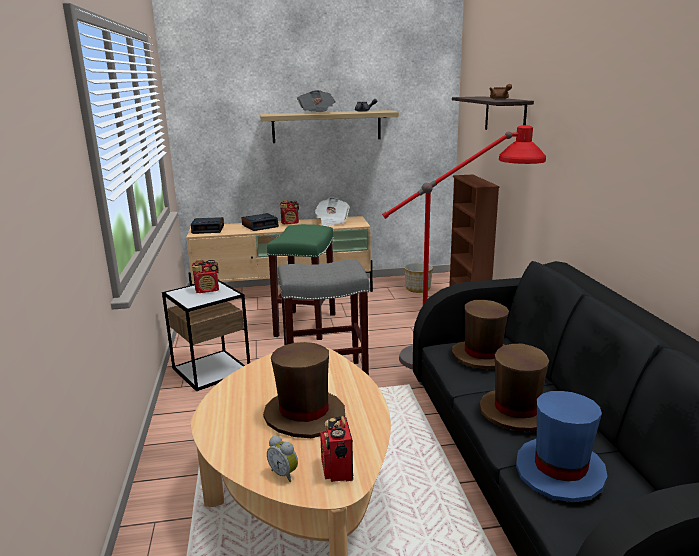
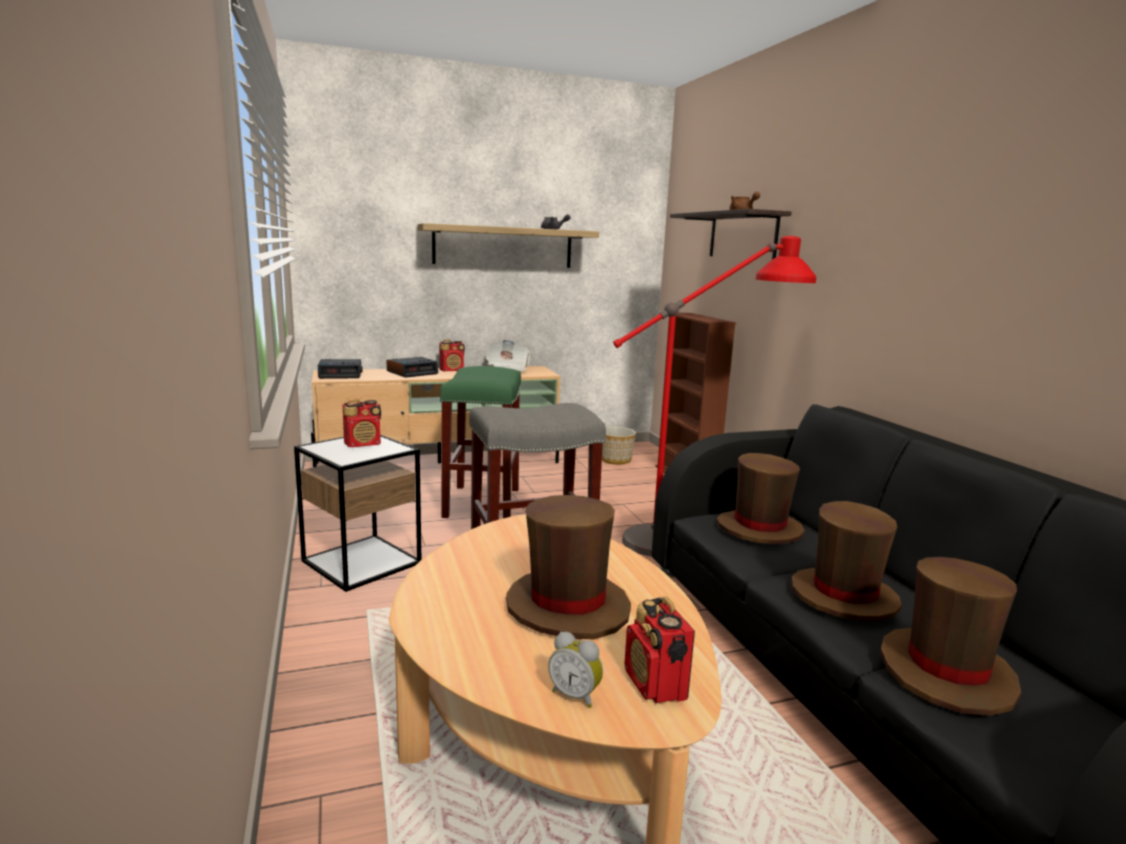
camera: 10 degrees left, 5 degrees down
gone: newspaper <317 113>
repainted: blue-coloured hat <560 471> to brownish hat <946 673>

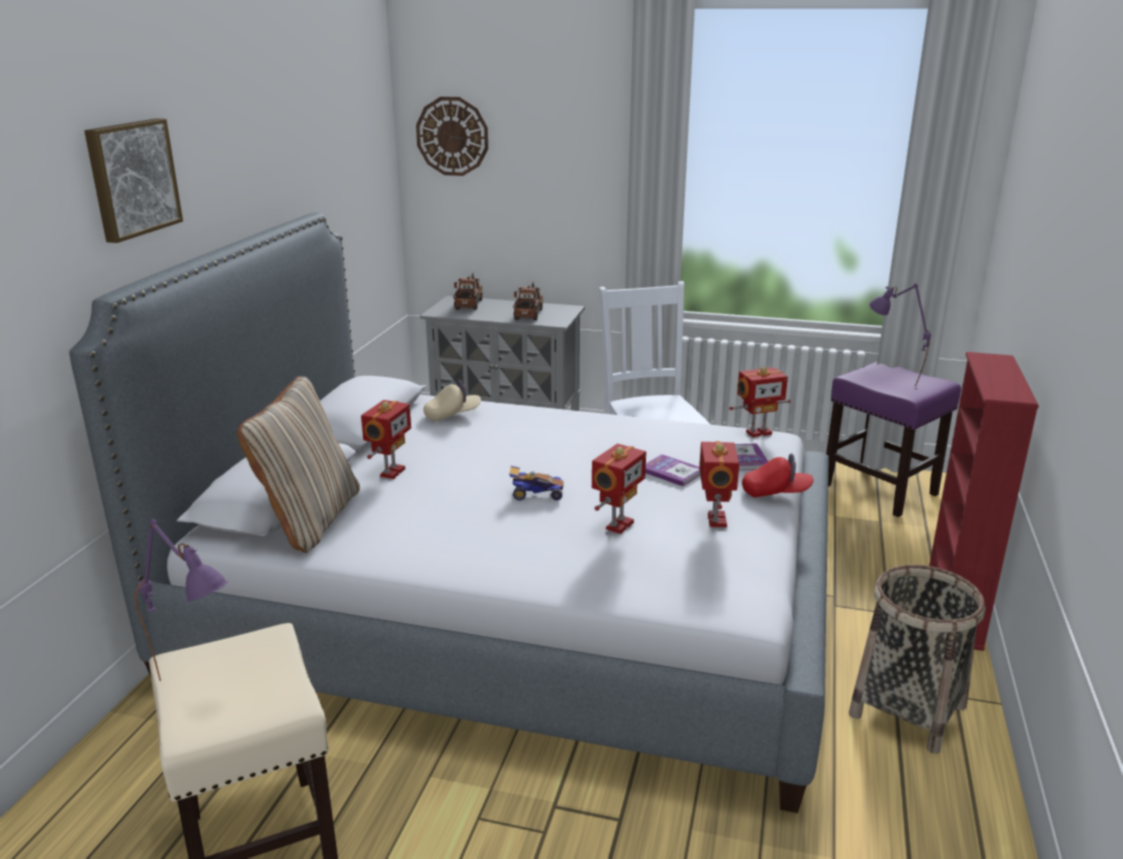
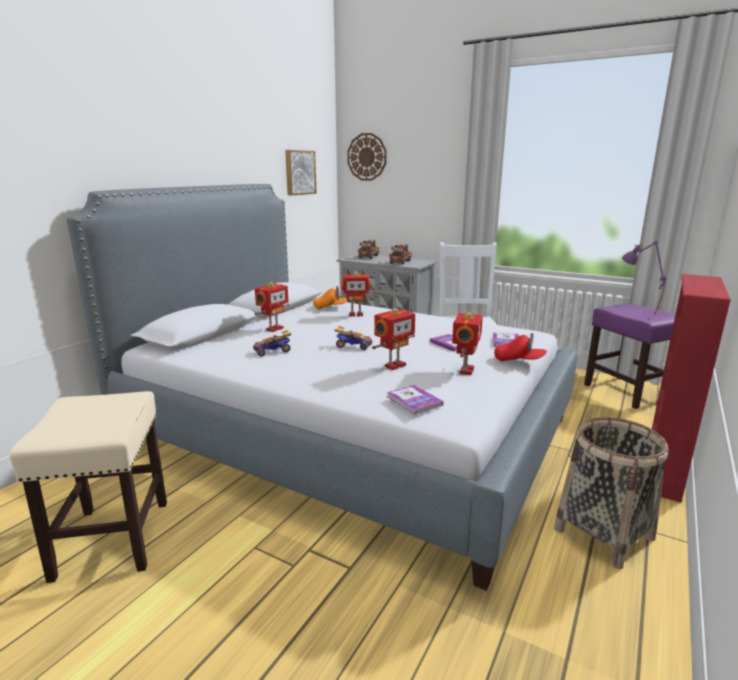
camera: 15 degrees right, 5 degrees down
gone: purplish lamp for a table <199 687>; sand-coloured throw pillow <310 519>
new: model car <273 351>; book <414 401>
shifted: wall picture <131 178> to <299 172>; robot figure <758 432> to <356 314>
repainted: sand-coloured cap <452 415> to orange-coloured cap <331 307>

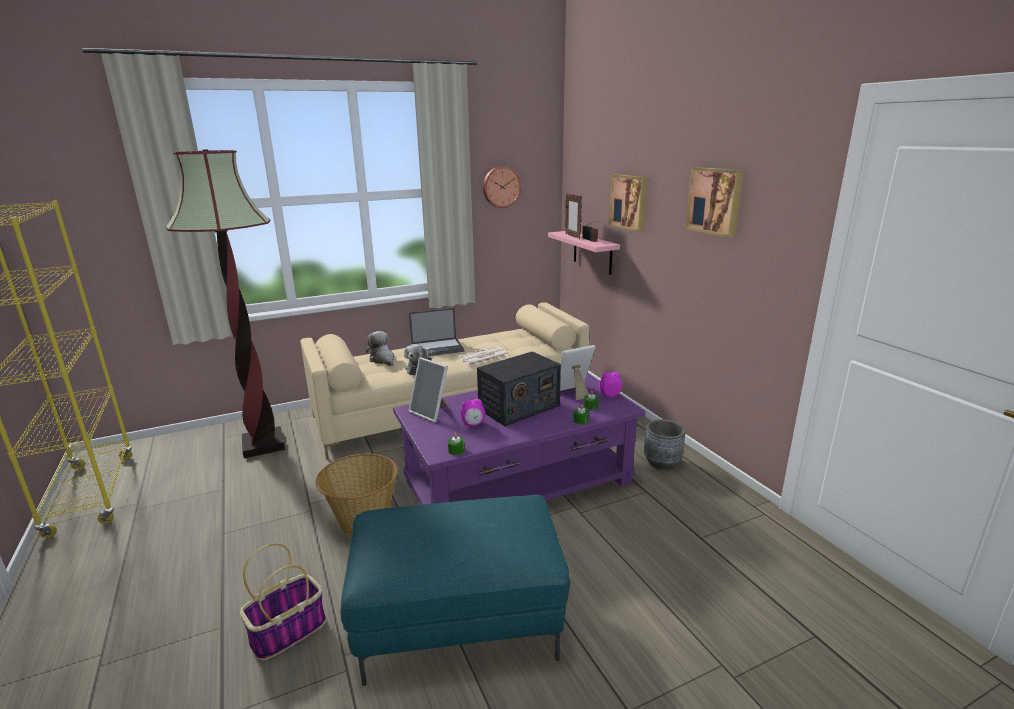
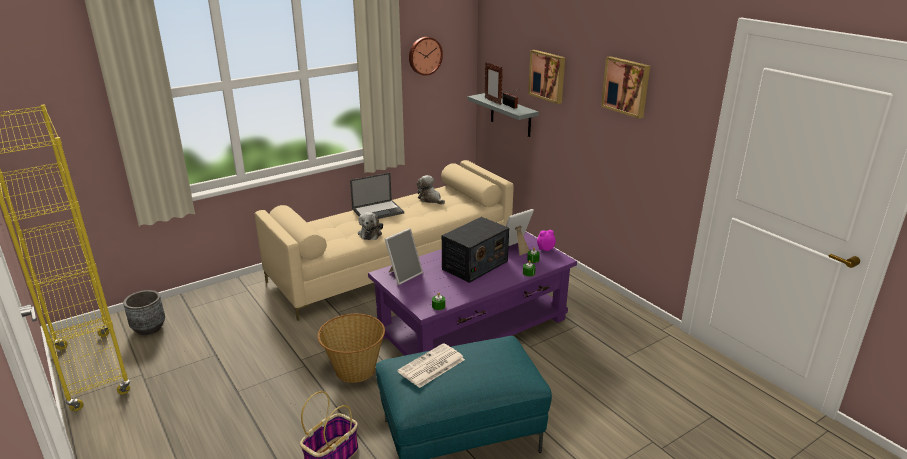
camera: 10 degrees left, 5 degrees up
gone: standard lamp <263 445>; alarm clock <473 424>
shifted: grey plant pot <662 463> to <149 328>; newspaper <482 356> to <431 366>; cuddly toy <383 360> to <430 199>
repainted: pink-coloured wall shelf <592 252> to grey wall shelf <510 115>
rotated: photo frame <431 412> = <403 275> 75 degrees counterclockwise

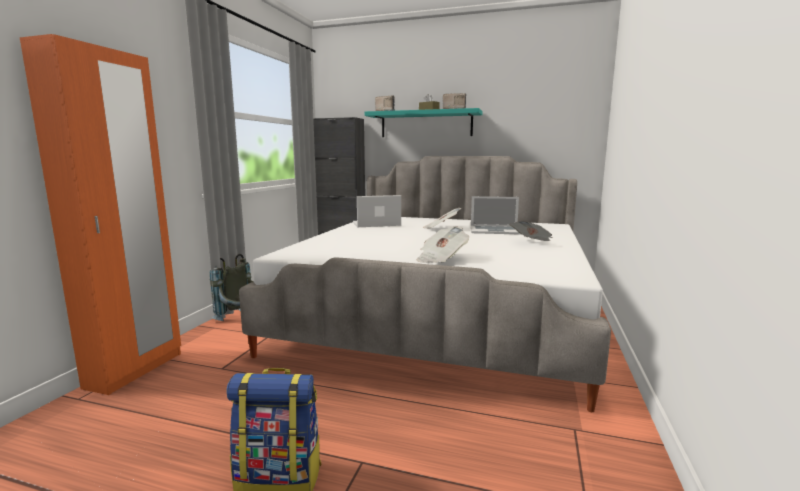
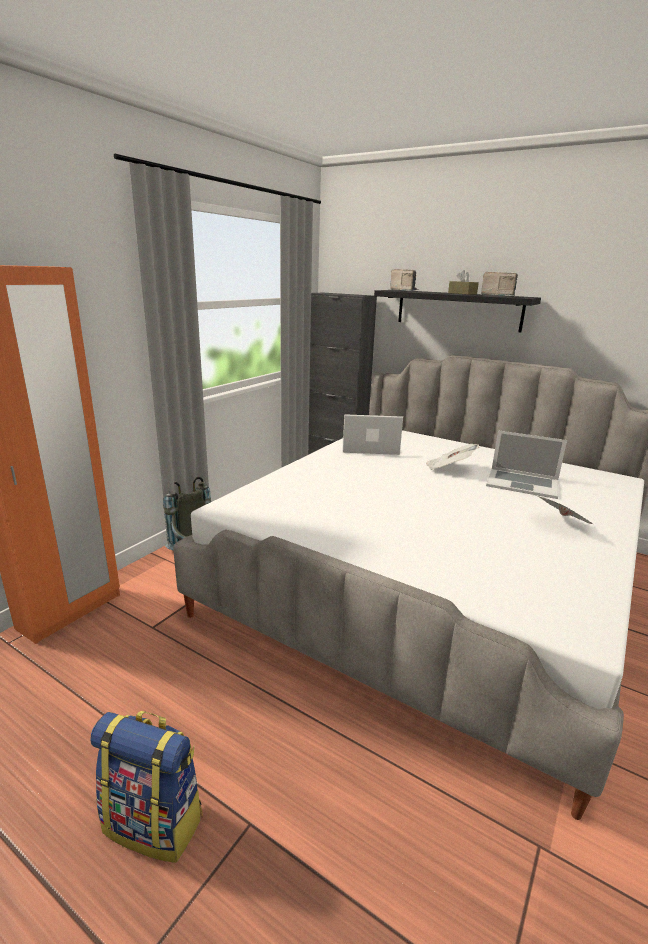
camera: 15 degrees right, 10 degrees up
gone: newspaper <441 259>
repainted: turquoise wall shelf <426 124> to black-coloured wall shelf <458 310>

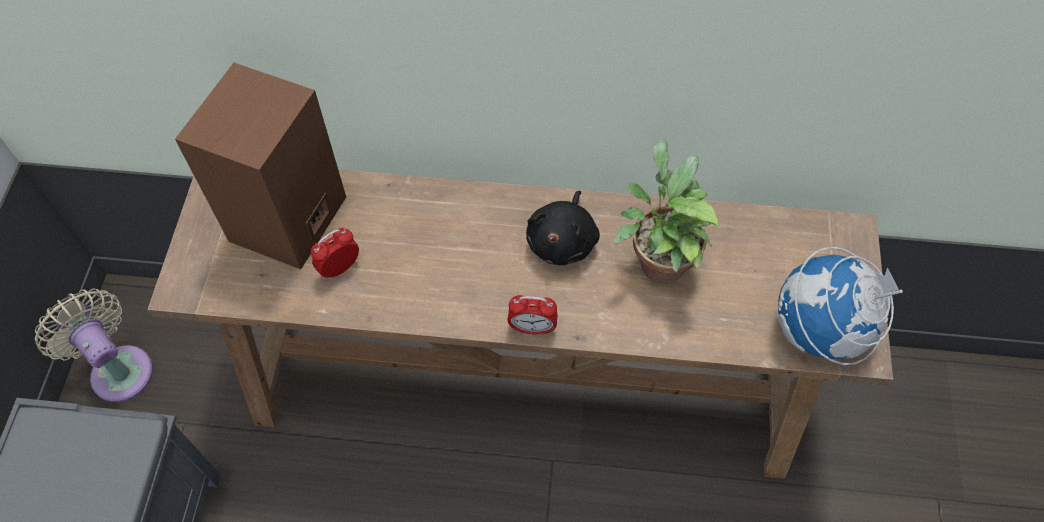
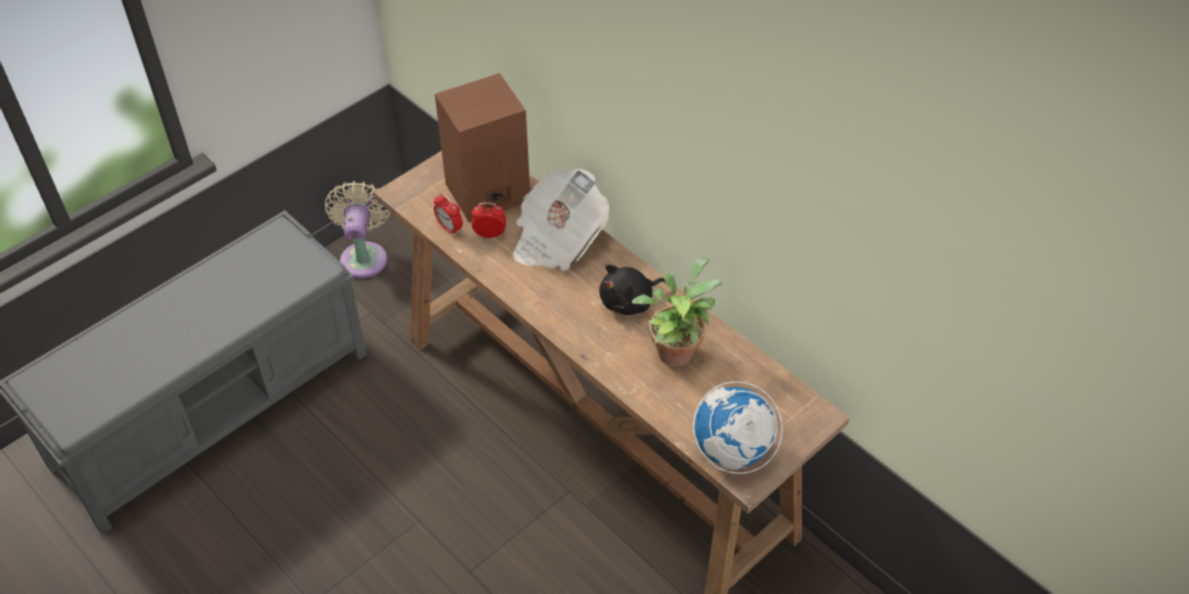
camera: 40 degrees right, 10 degrees down
new: newspaper <557 239>
shifted: alarm clock <532 328> to <449 228>

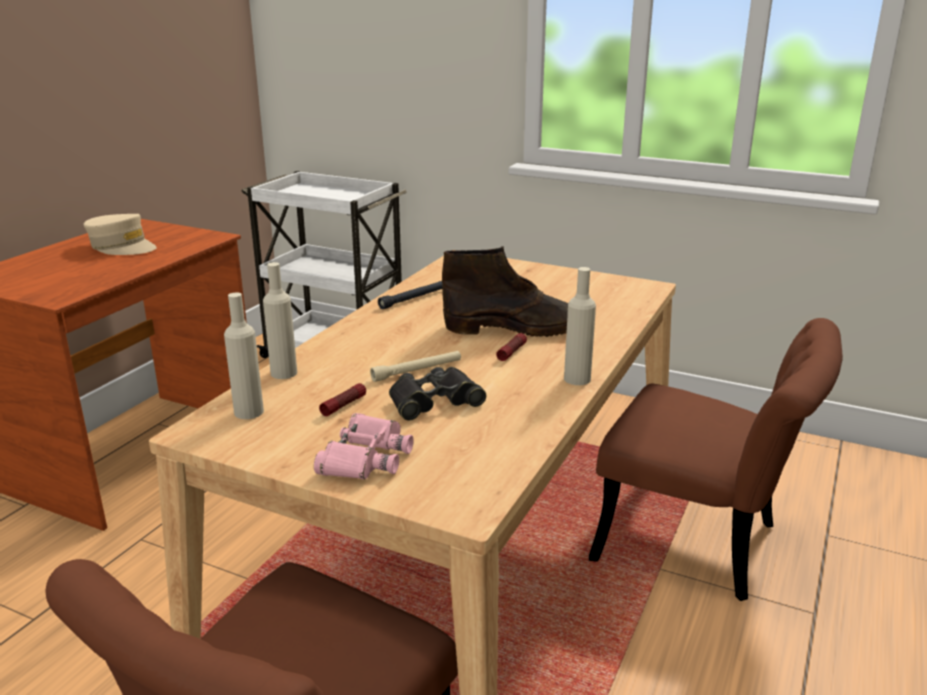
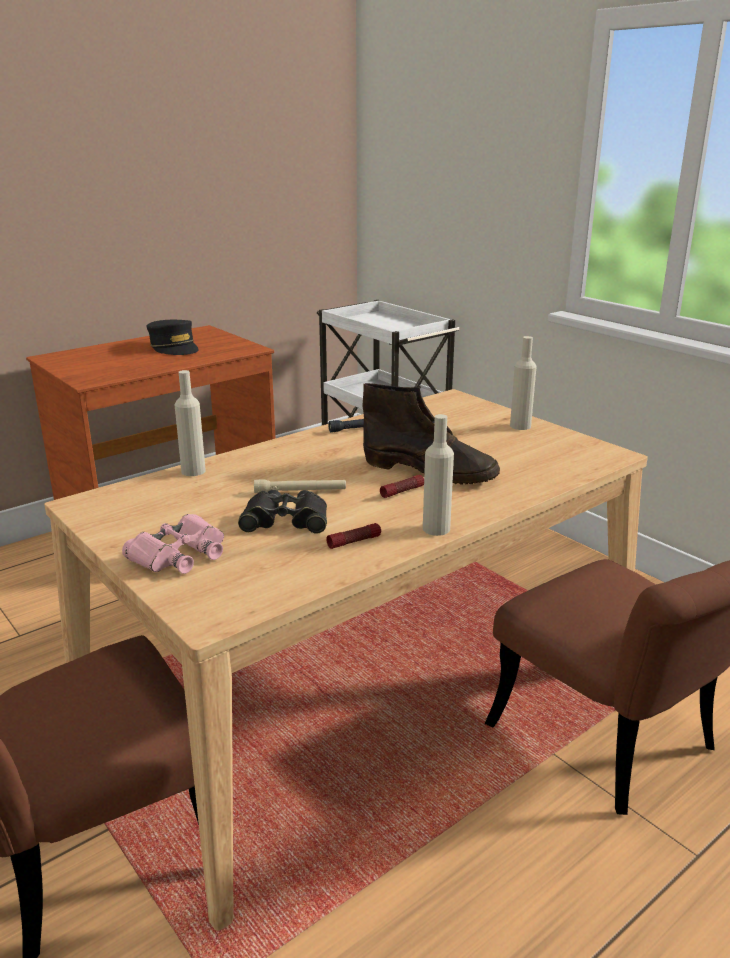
camera: 25 degrees right, 0 degrees up
shifted: flashlight <344 405> to <354 542>; sand-coloured bottle <249 412> to <520 426>
repainted: sand-coloured cap <122 247> to black-coloured cap <174 347>

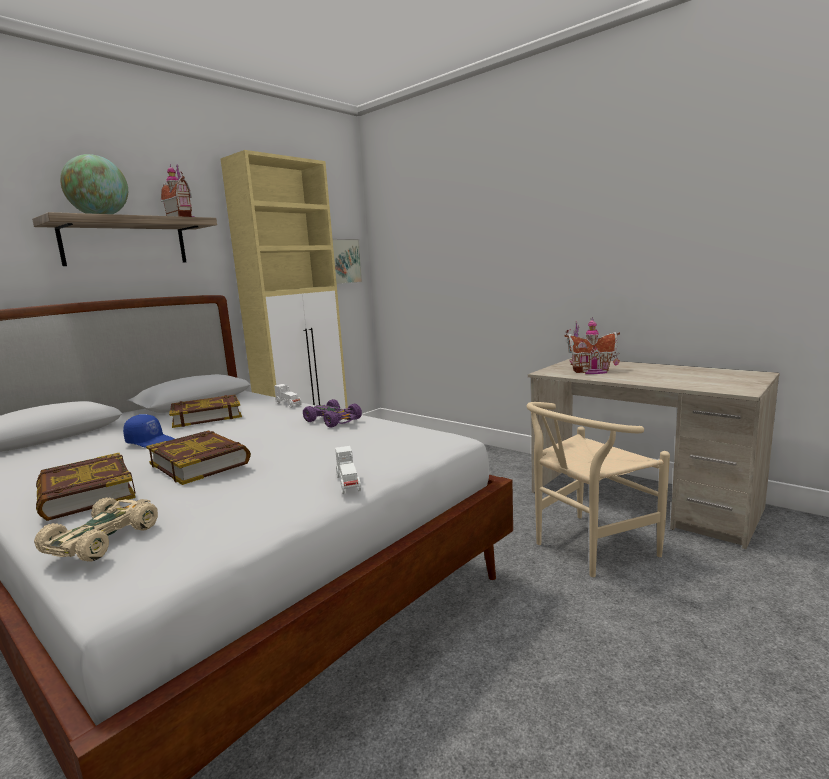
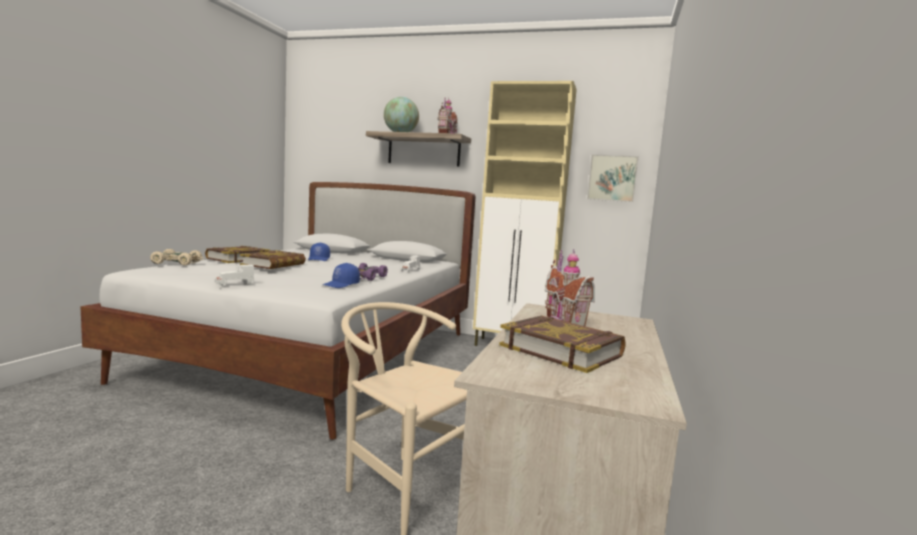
camera: 65 degrees right, 5 degrees down
new: blue-coloured cap <341 285>
shifted: book <206 416> to <561 350>

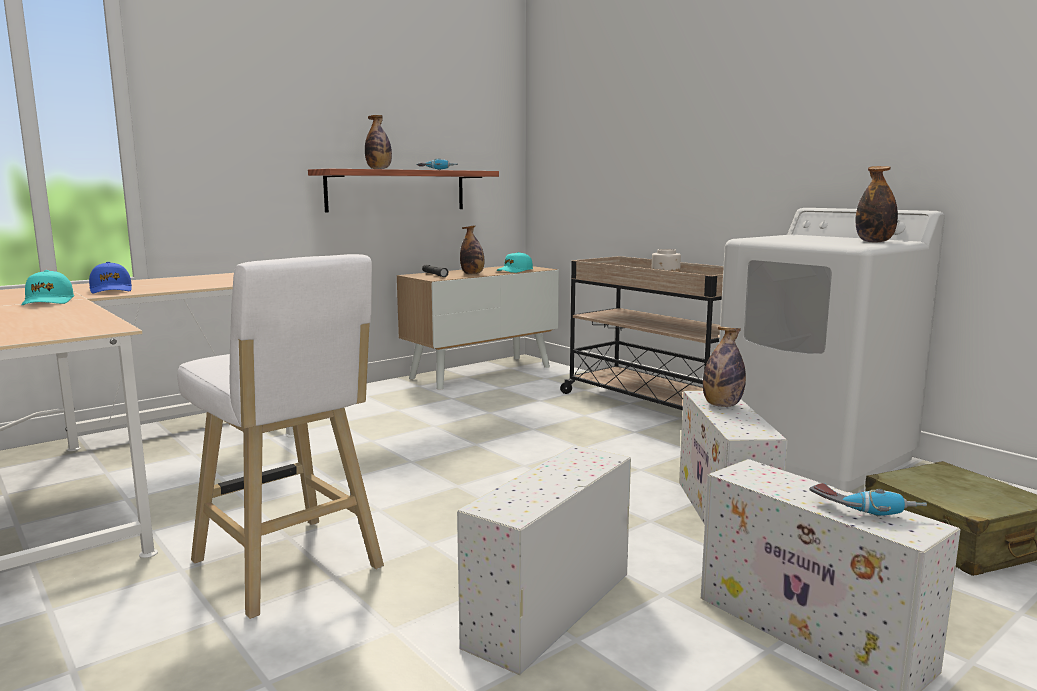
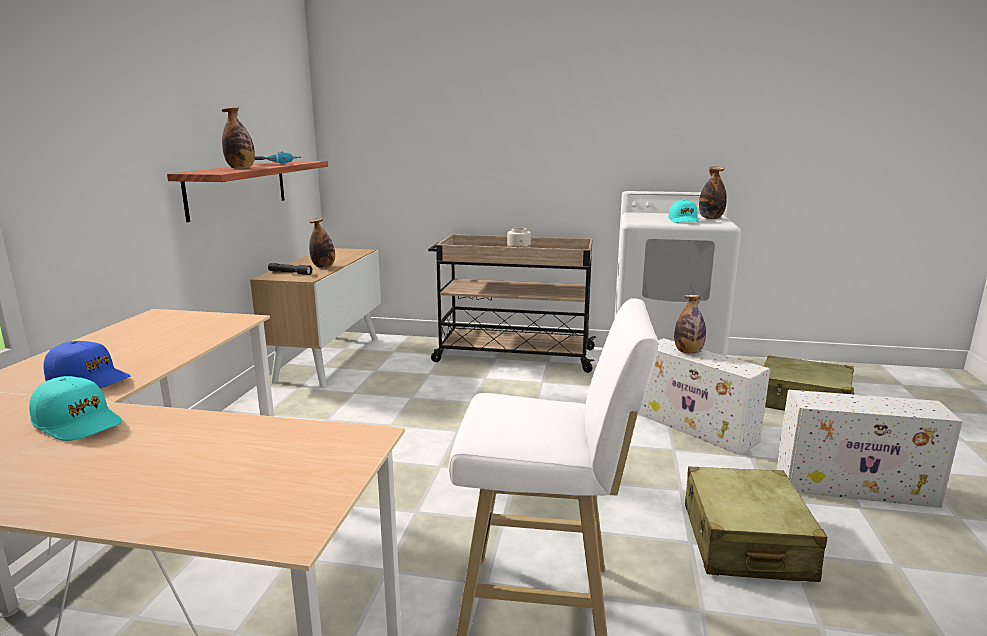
camera: 40 degrees left, 5 degrees up
gone: electric drill <865 510>
shifted: turquoise cap <515 270> to <684 220>
swapped: white storage bin <548 610> to sand-coloured suitcase <745 542>

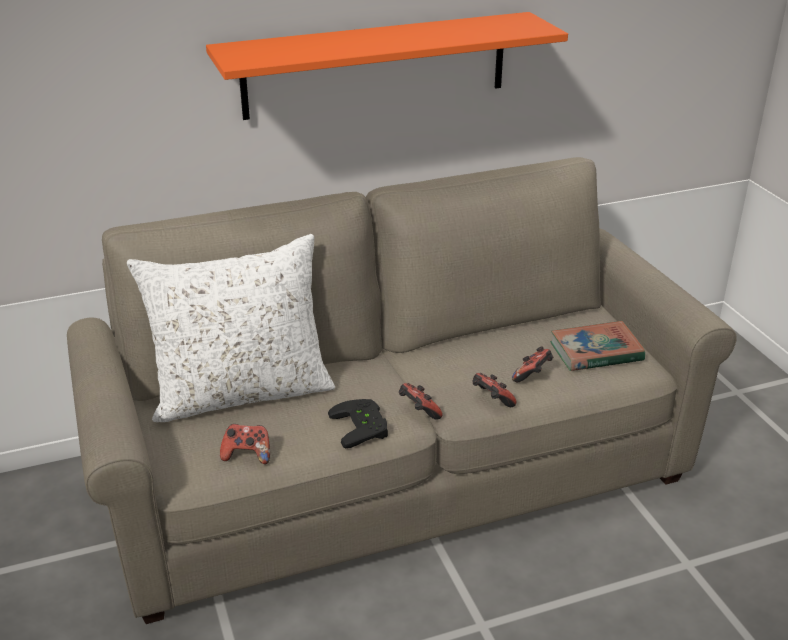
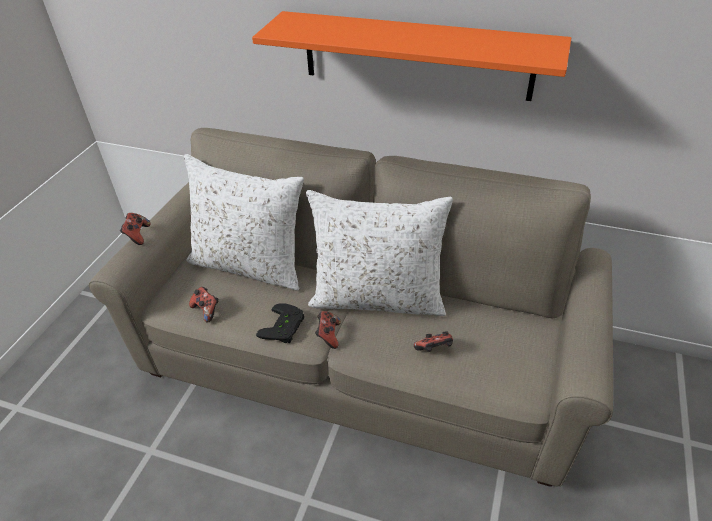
camera: 40 degrees right, 10 degrees up
gone: book <596 352>
new: white throw pillow <378 298>
shifted: joypad <491 401> to <137 235>

